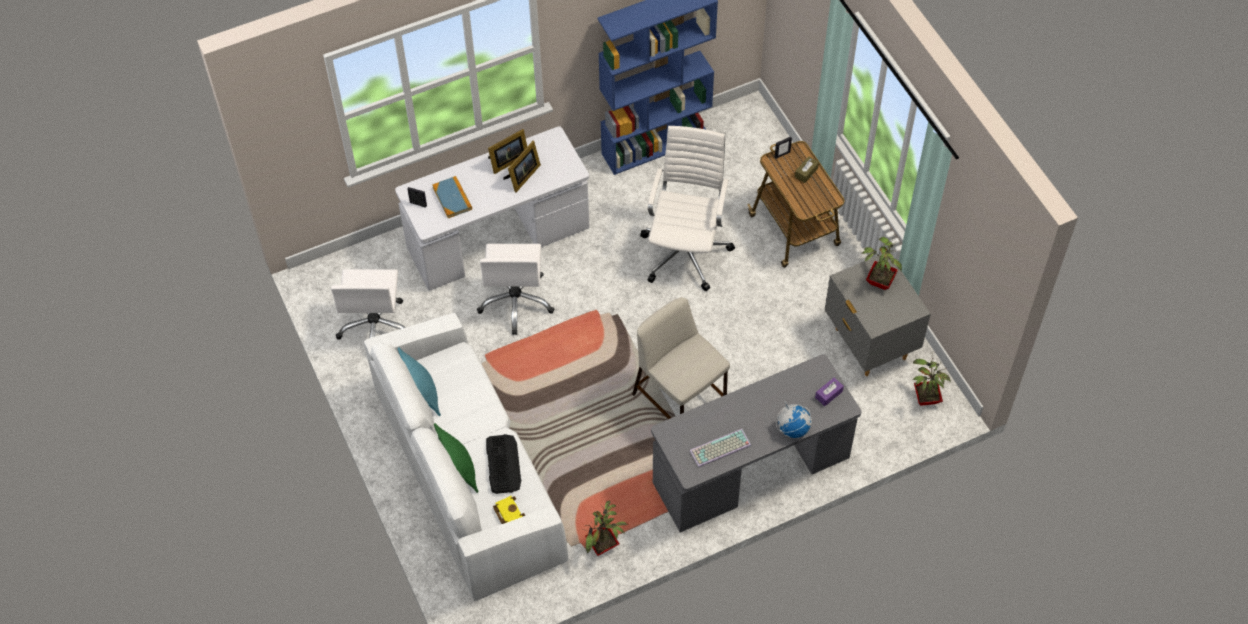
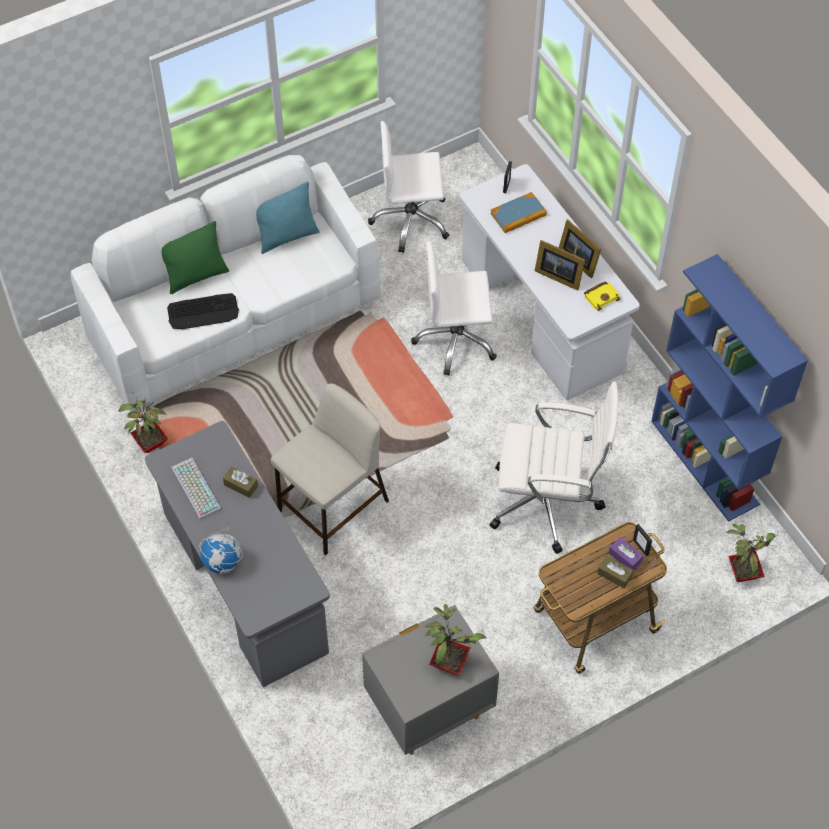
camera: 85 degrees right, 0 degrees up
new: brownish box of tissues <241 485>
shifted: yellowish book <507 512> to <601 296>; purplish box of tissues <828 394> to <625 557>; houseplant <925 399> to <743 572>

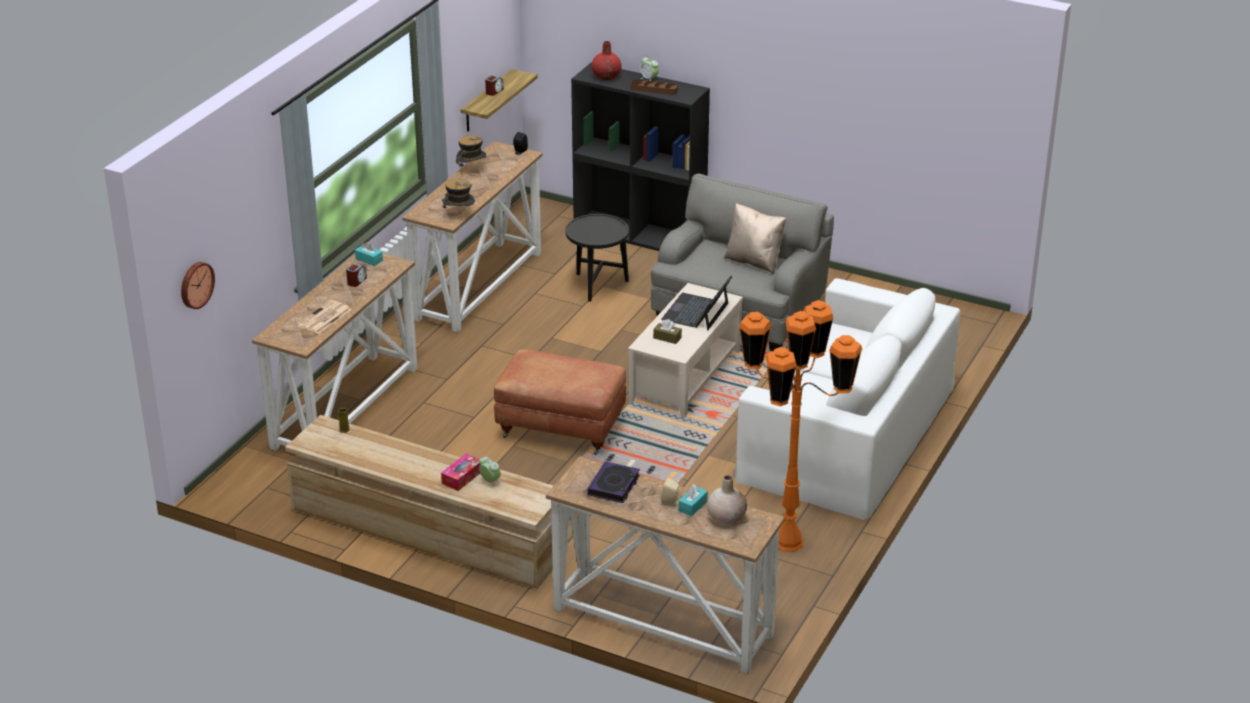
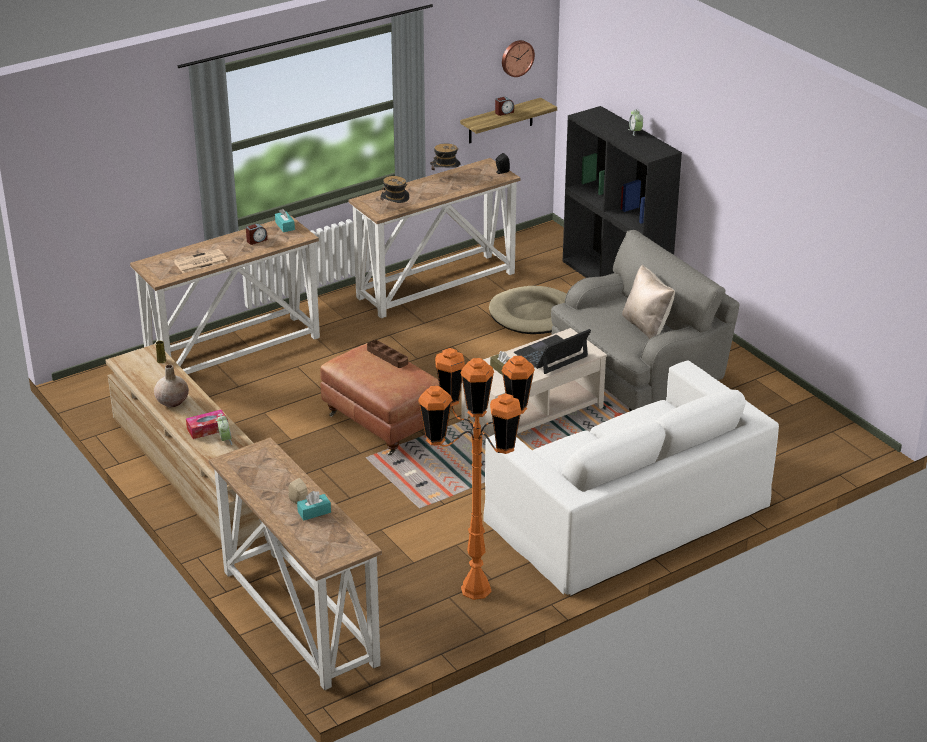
camera: 30 degrees right, 0 degrees up
gone: book <614 486>; reddish flower vase <606 76>
shifted: sand-coloured flower vase <726 517> to <172 401>; brownish carrying tray <654 89> to <387 356>; wall clock <195 284> to <516 58>
swapped: black-coloured end table <597 286> to sand-coloured dog cushion <534 315>

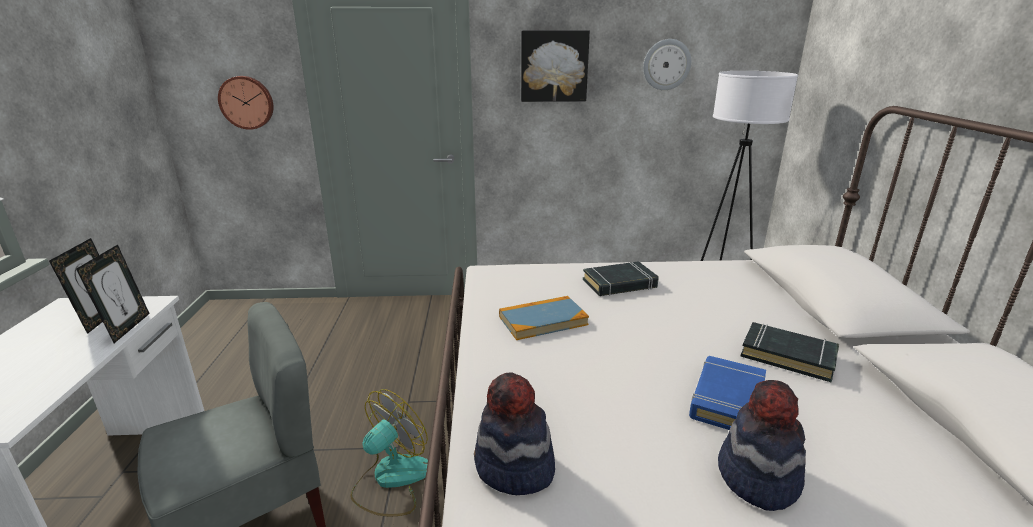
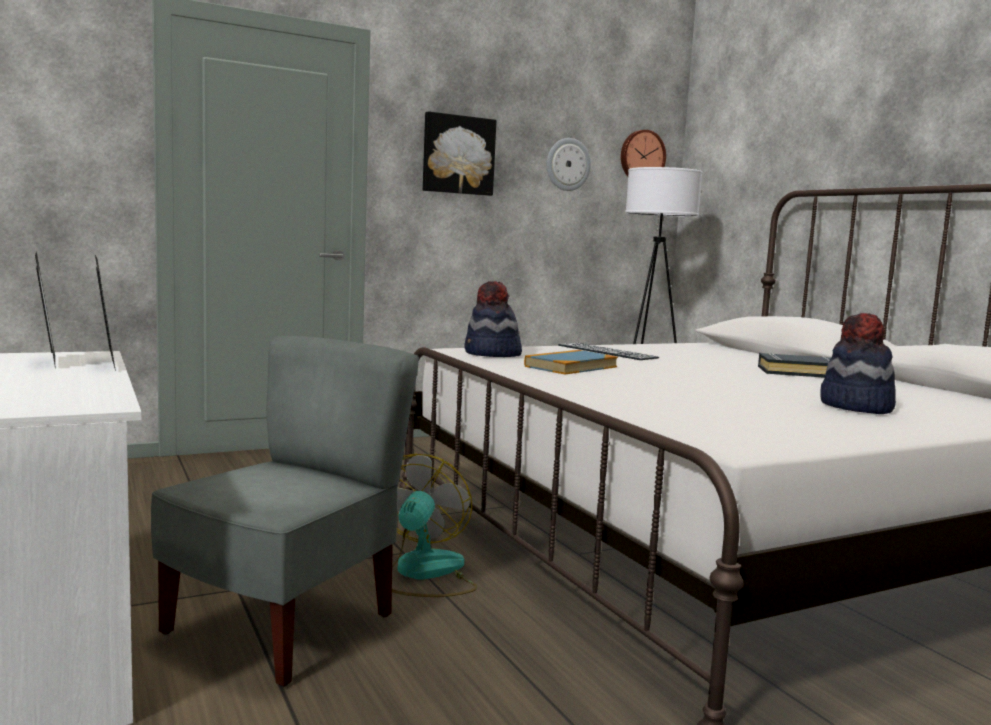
camera: 25 degrees left, 15 degrees down
gone: blue-coloured book <727 400>
shifted: hat <514 467> to <492 354>; wall clock <247 102> to <641 156>
swapped: black-coloured book <619 284> to PC keyboard <607 351>

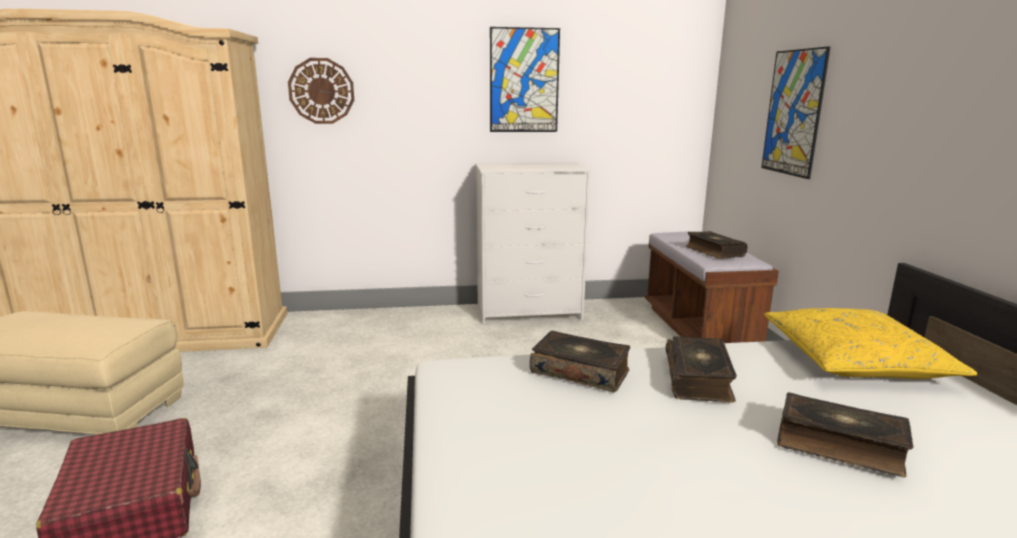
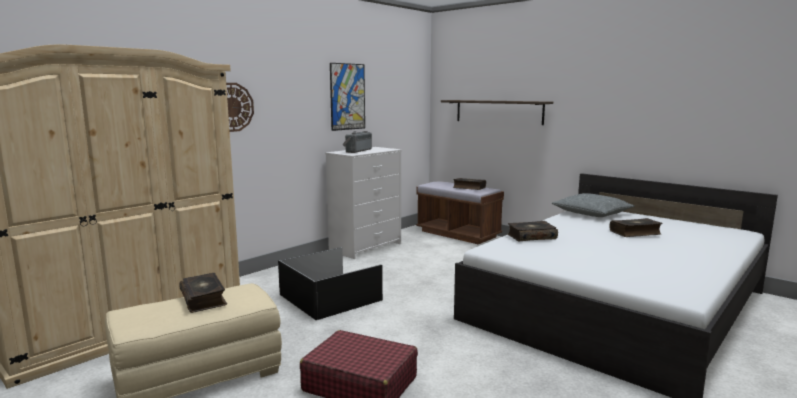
camera: 40 degrees left, 5 degrees down
new: black-coloured storage bin <331 298>; radio set <357 151>
shifted: book <699 379> to <204 299>
swapped: wall picture <793 113> to wall shelf <498 111>
repainted: yellowish throw pillow <854 360> to grey throw pillow <591 213>

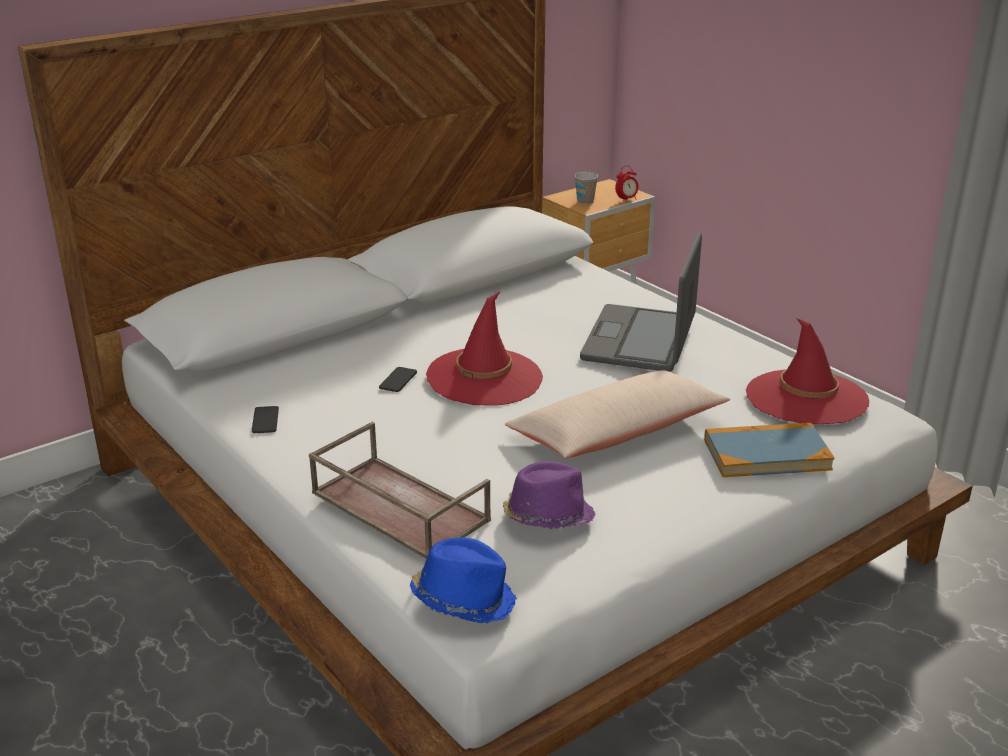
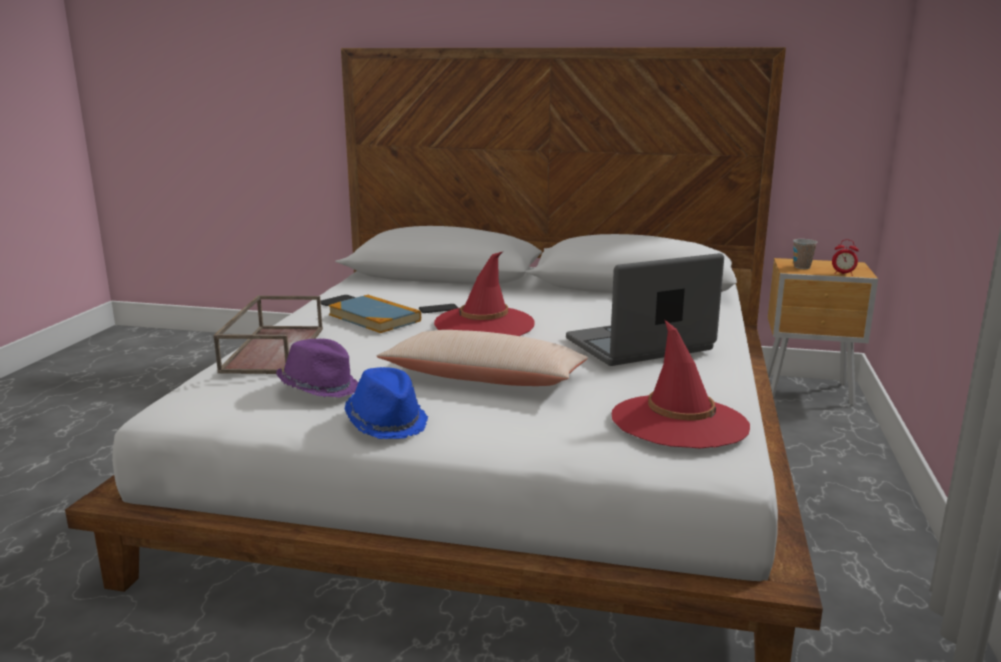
camera: 50 degrees right, 10 degrees down
shifted: book <766 455> to <374 318>; blue-coloured hat <463 599> to <387 422>

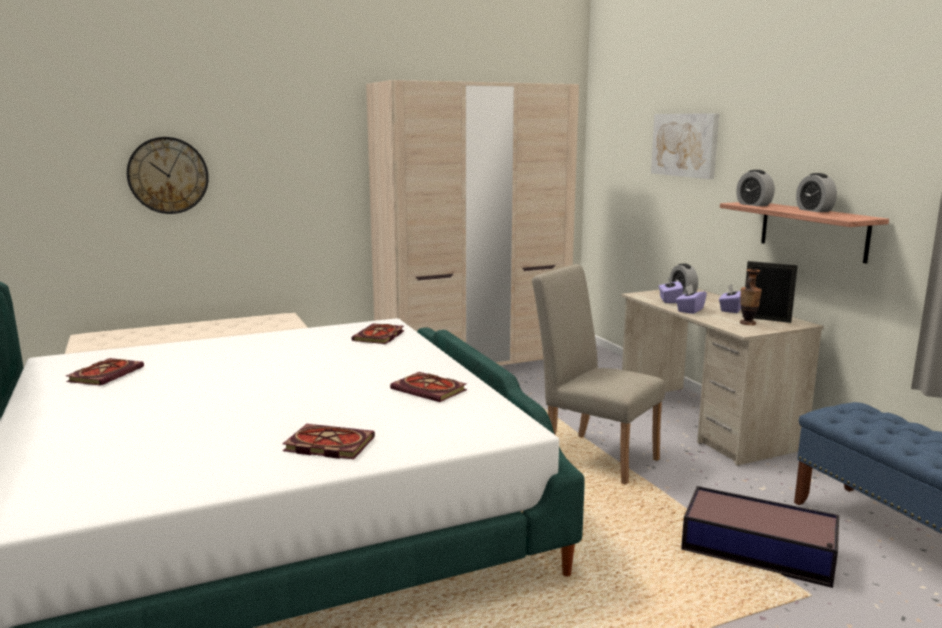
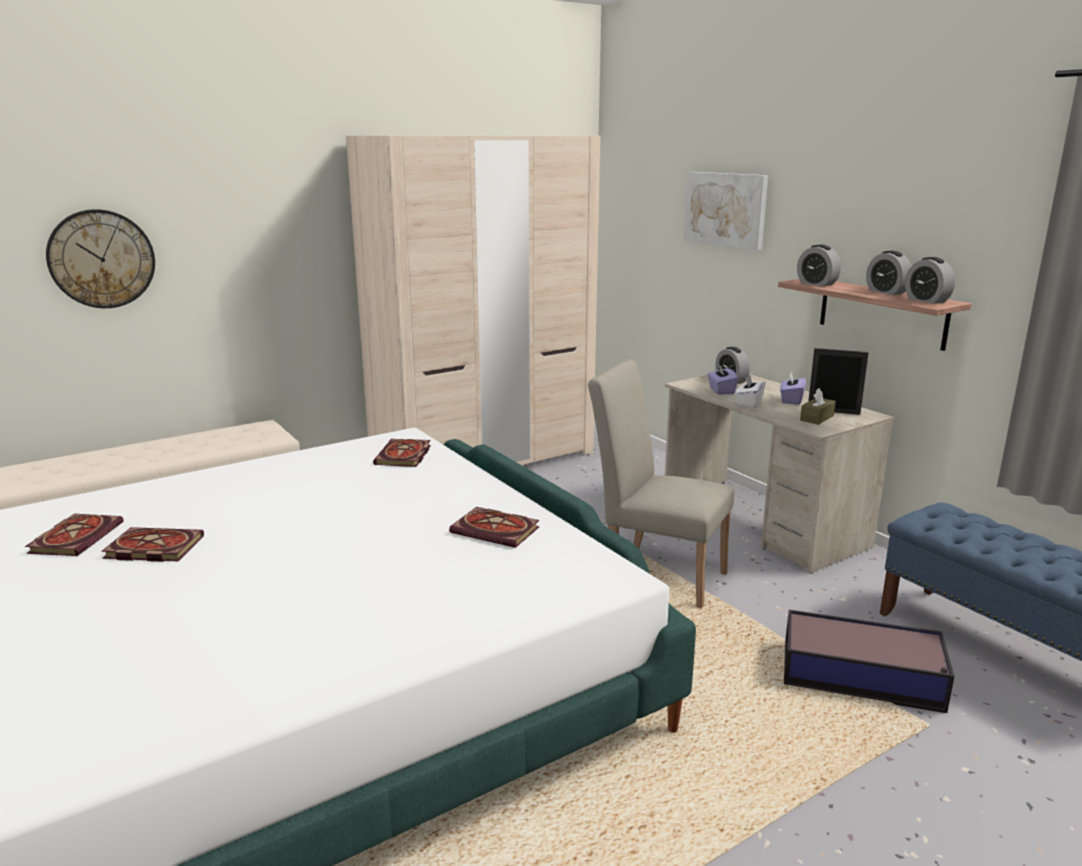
camera: 10 degrees left, 5 degrees up
new: alarm clock <926 300>
shifted: book <326 445> to <151 548>
swapped: flower vase <747 323> to brownish box of tissues <817 418>
repainted: purplish box of tissues <690 310> to white box of tissues <749 403>

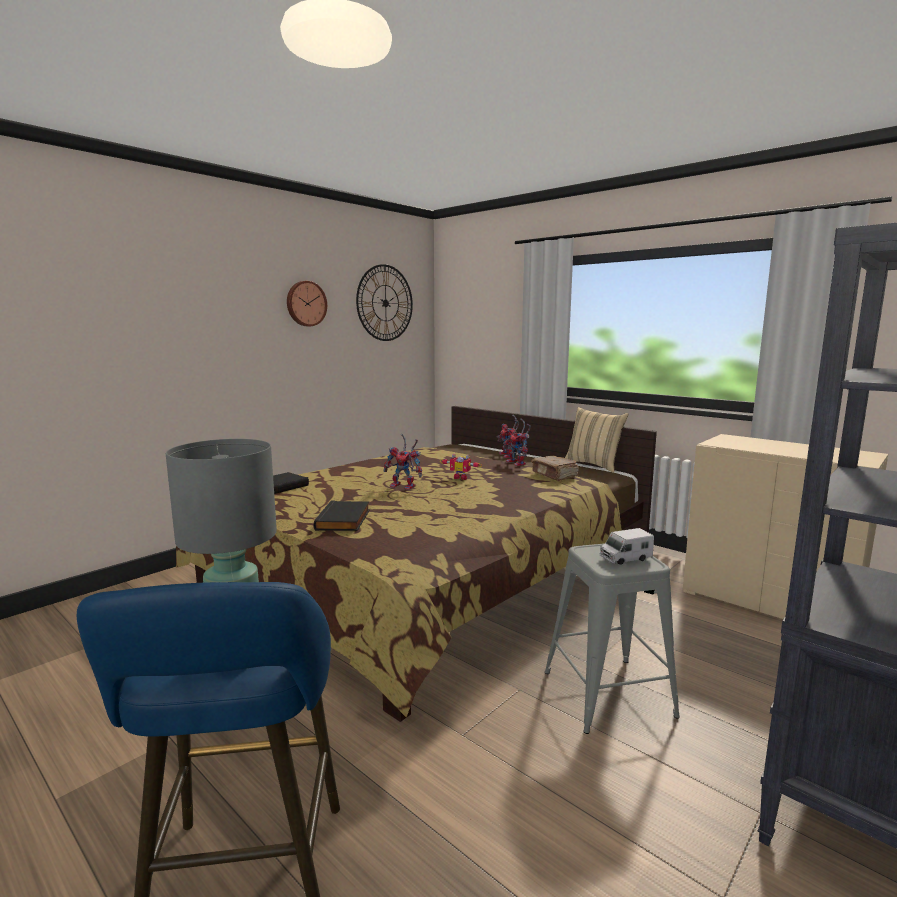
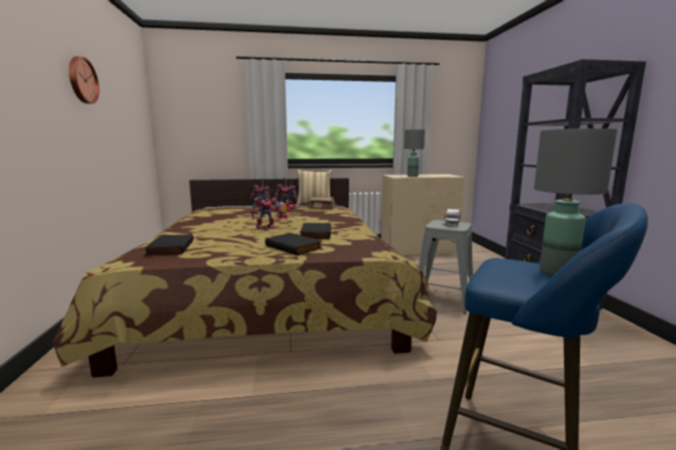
camera: 50 degrees left, 0 degrees up
gone: wall clock <385 303>
new: black-coloured book <315 233>; grey lamp for a table <412 176>

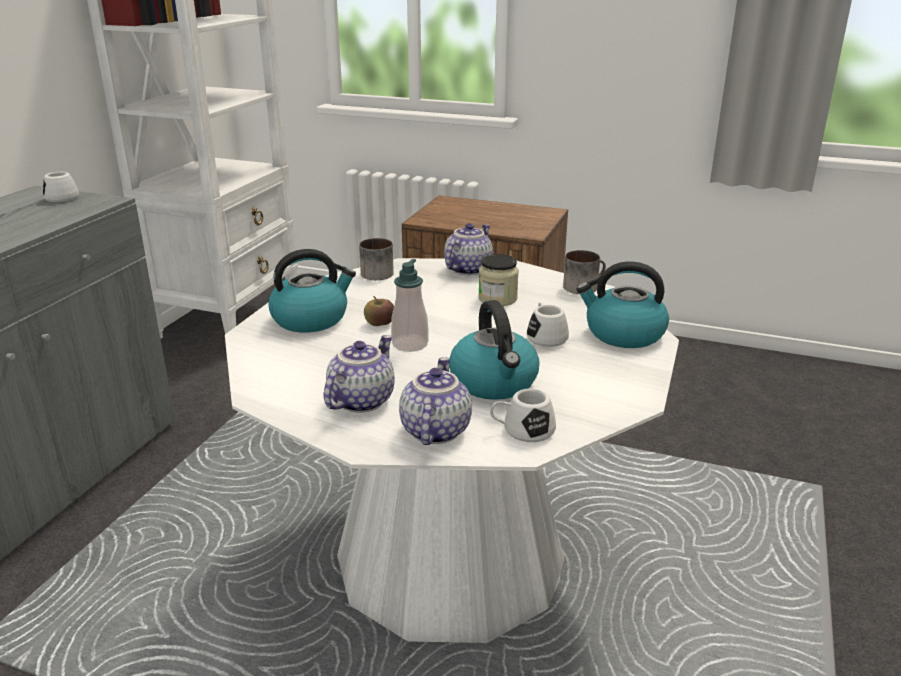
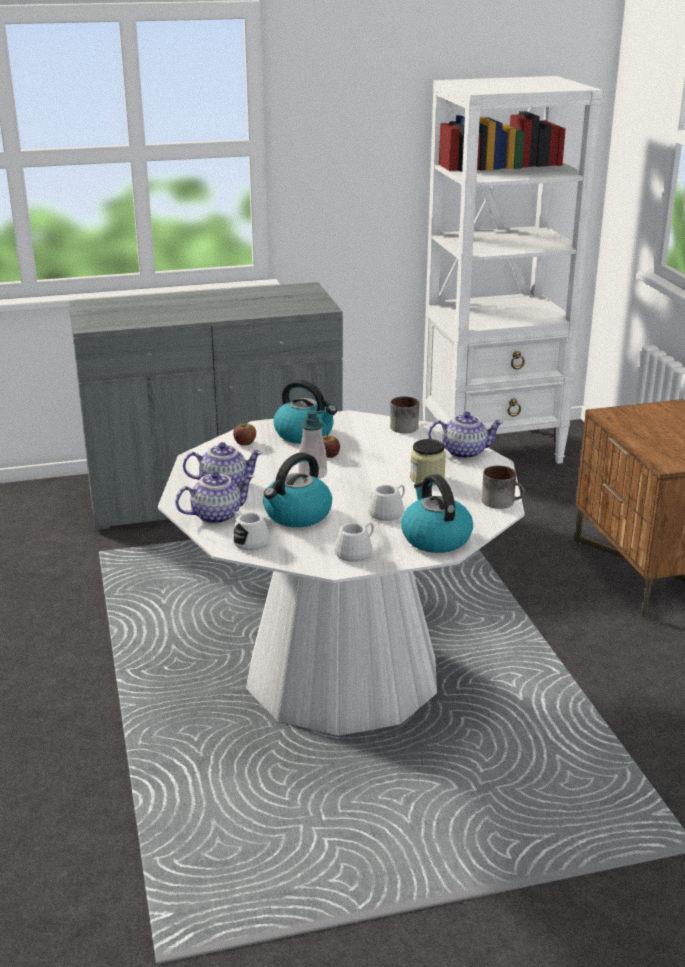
camera: 55 degrees right, 0 degrees up
new: apple <245 443>
shifted: white coffee mug <63 197> to <356 551>

